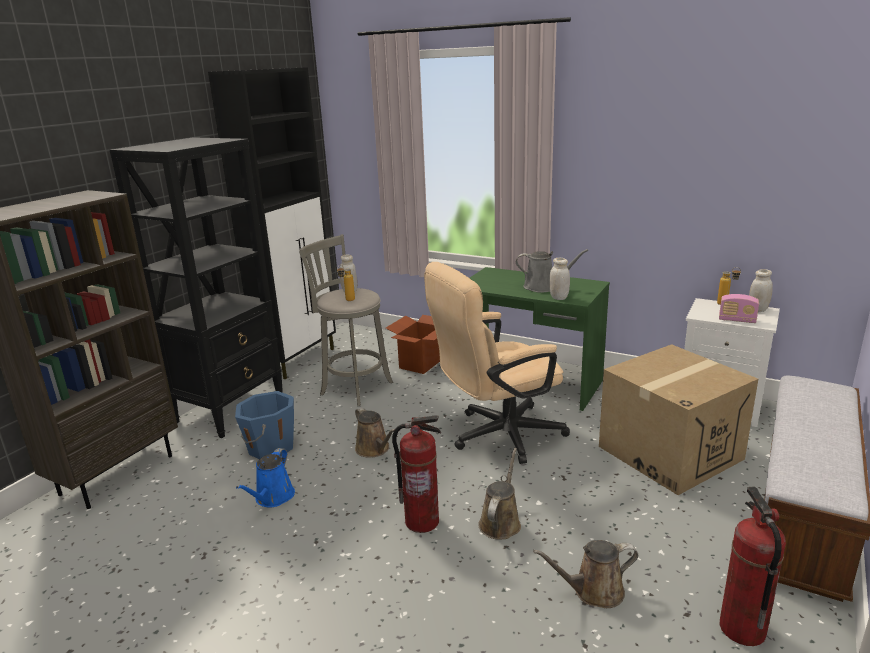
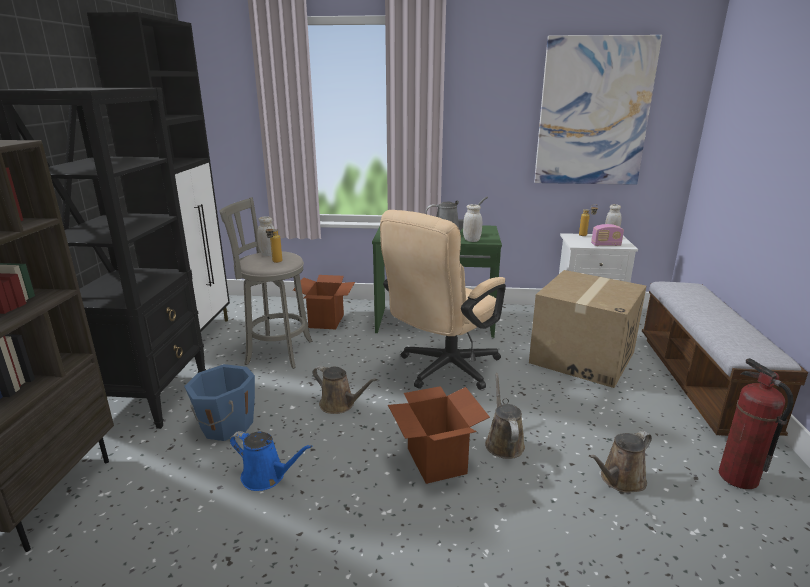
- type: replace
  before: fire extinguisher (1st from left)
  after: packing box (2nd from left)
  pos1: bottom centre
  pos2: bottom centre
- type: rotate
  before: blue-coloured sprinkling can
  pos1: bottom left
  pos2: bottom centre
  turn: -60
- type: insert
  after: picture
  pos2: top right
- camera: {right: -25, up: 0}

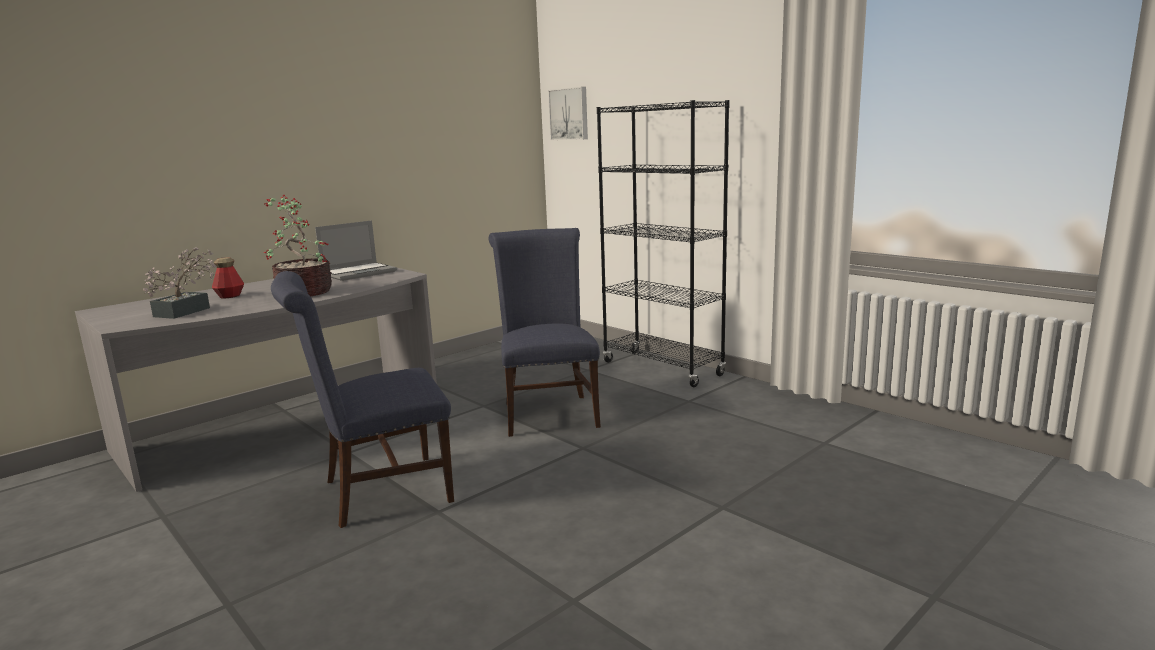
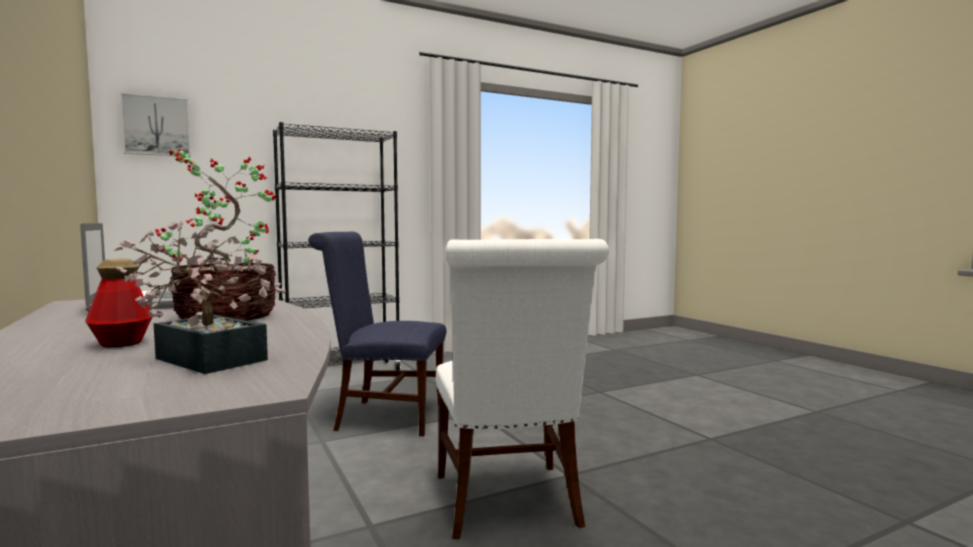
- type: recolor
  before: blue-coloured upright chair (1st from left)
  after: whitish upright chair
  pos1: middle left
  pos2: bottom centre
- camera: {right: -75, up: -10}

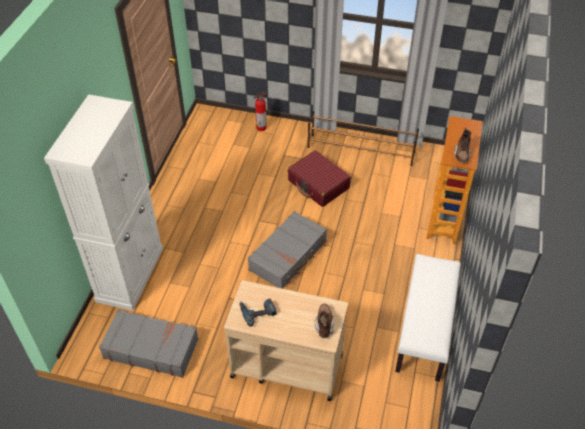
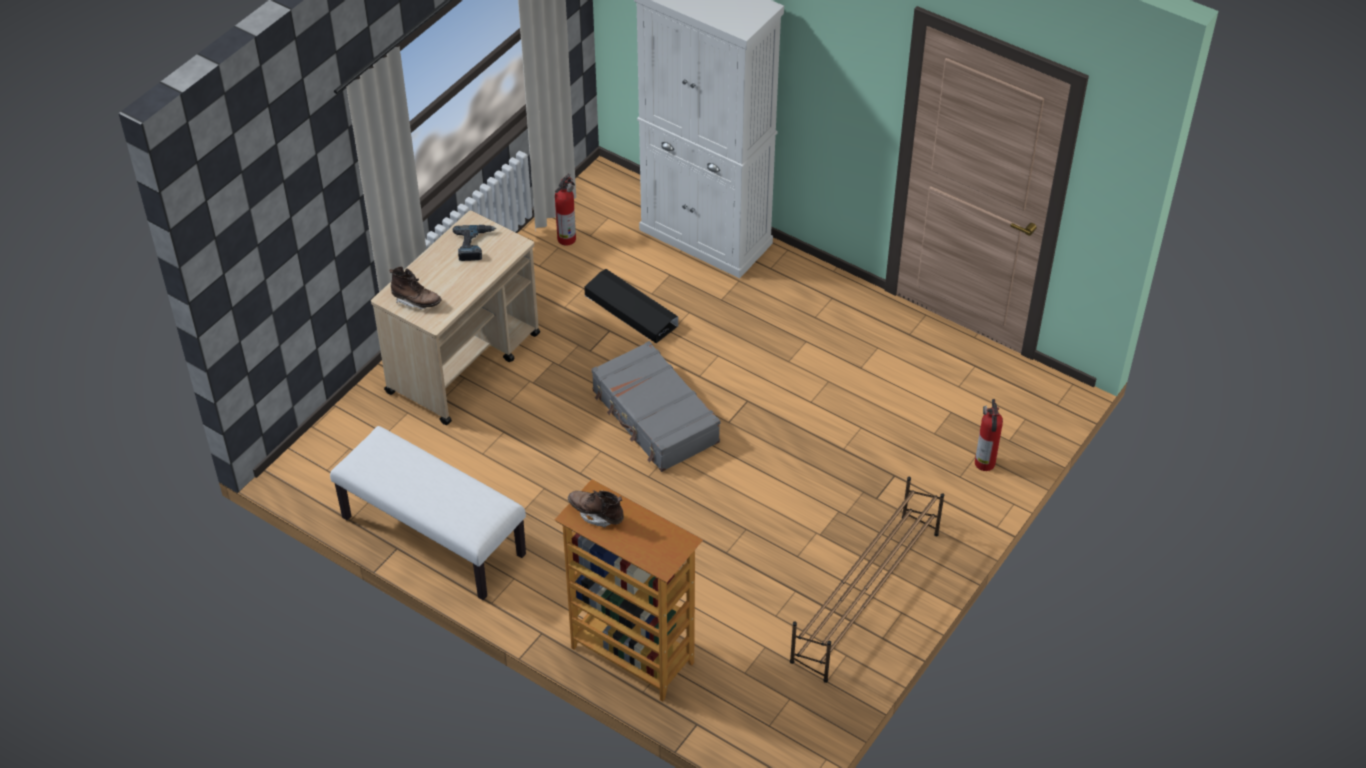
- type: delete
  before: red travel case
  pos1: centre
- type: replace
  before: grey travel case (1st from left)
  after: fire extinguisher (1st from left)
  pos1: bottom left
  pos2: top centre
- type: insert
  after: blackish storage container
  pos2: centre
- camera: {right: 110, up: 0}

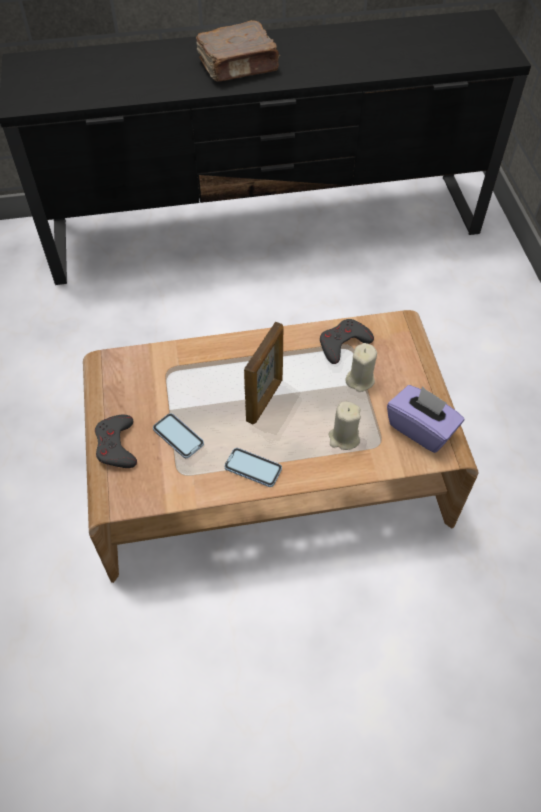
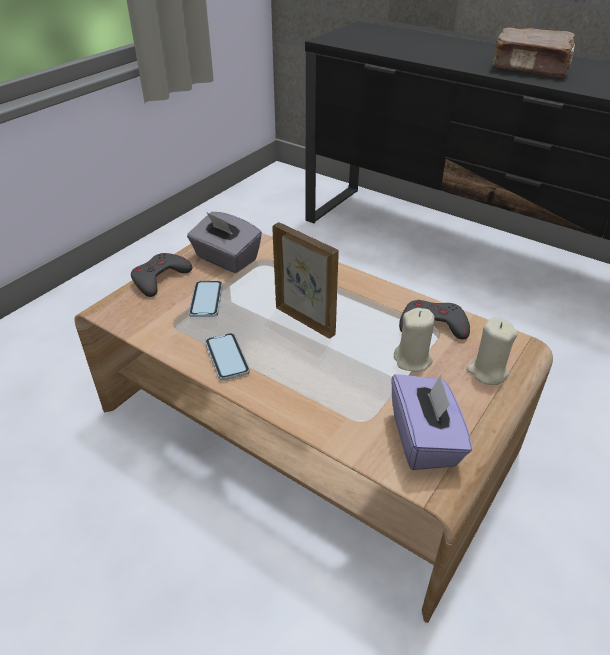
- type: rotate
  before: standing frame
  pos1: centre
  pos2: centre
  turn: -120
- type: move
  before: beige candle (1st from left in the first image)
  after: beige candle (2nd from left)
  pos1: centre
  pos2: middle right
- type: insert
  after: grey tissue box
  pos2: centre
- camera: {right: 45, up: -15}

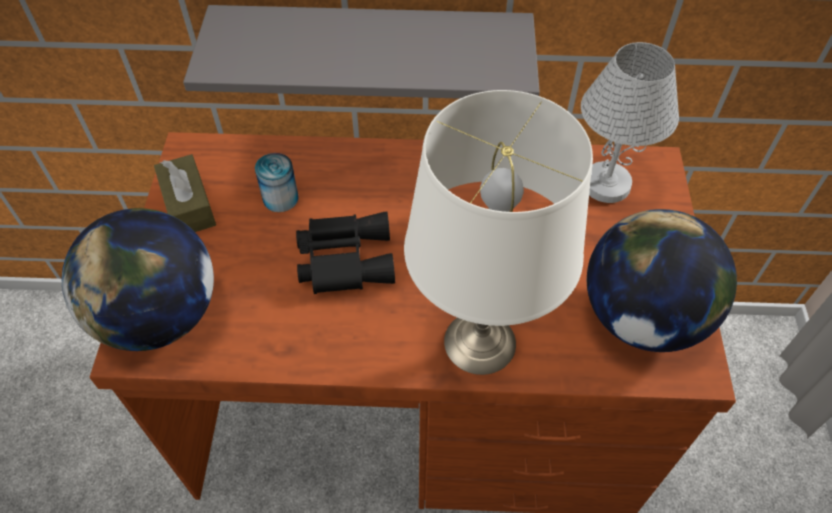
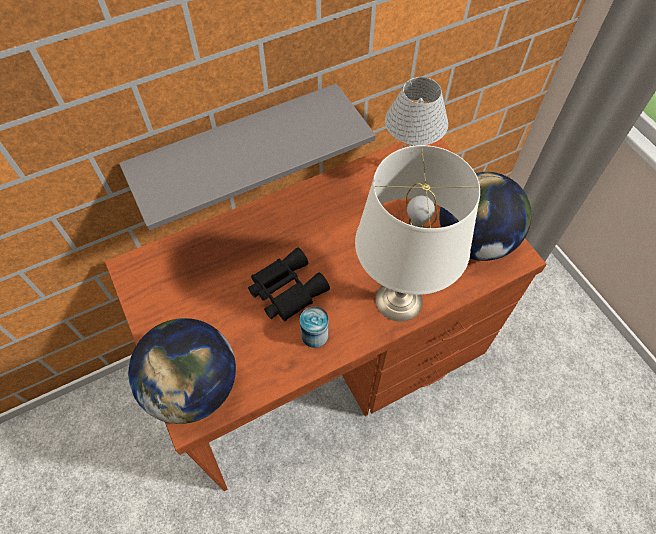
- type: move
  before: can
  pos1: middle left
  pos2: centre
- type: delete
  before: brownish tissue box
  pos1: middle left
- camera: {right: -30, up: 5}

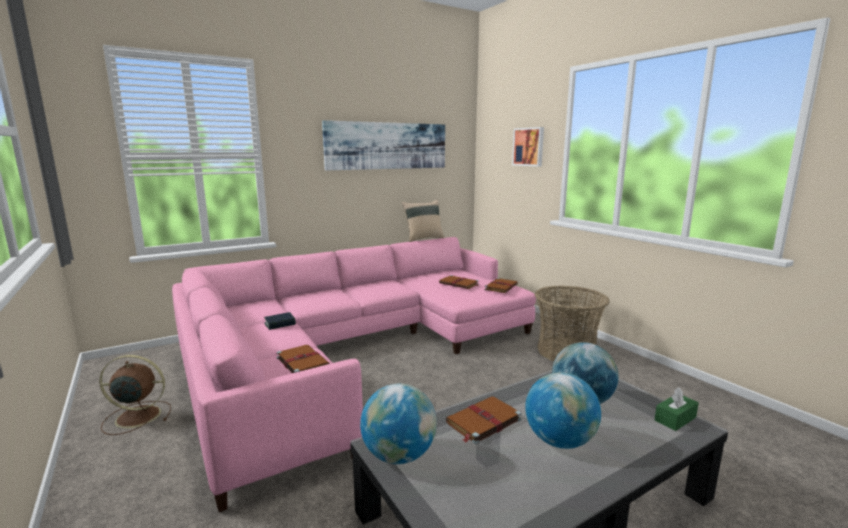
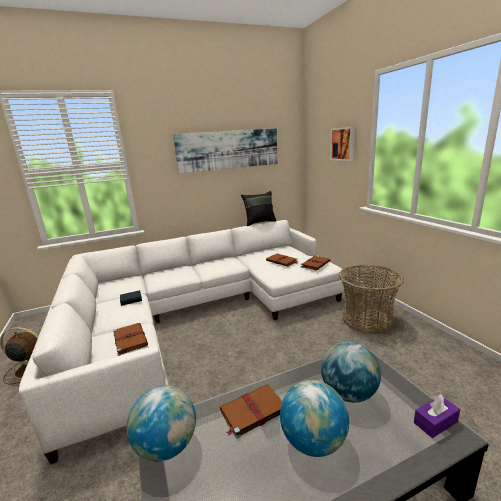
- type: recolor
  before: beige cushion
  after: blackish cushion
  pos1: centre
  pos2: centre
- type: recolor
  before: pink-coloured settee
  after: whitish settee
  pos1: bottom centre
  pos2: bottom centre
- type: recolor
  before: green-coloured tissue box
  after: purple tissue box
  pos1: bottom right
  pos2: bottom right
- camera: {right: 10, up: 5}

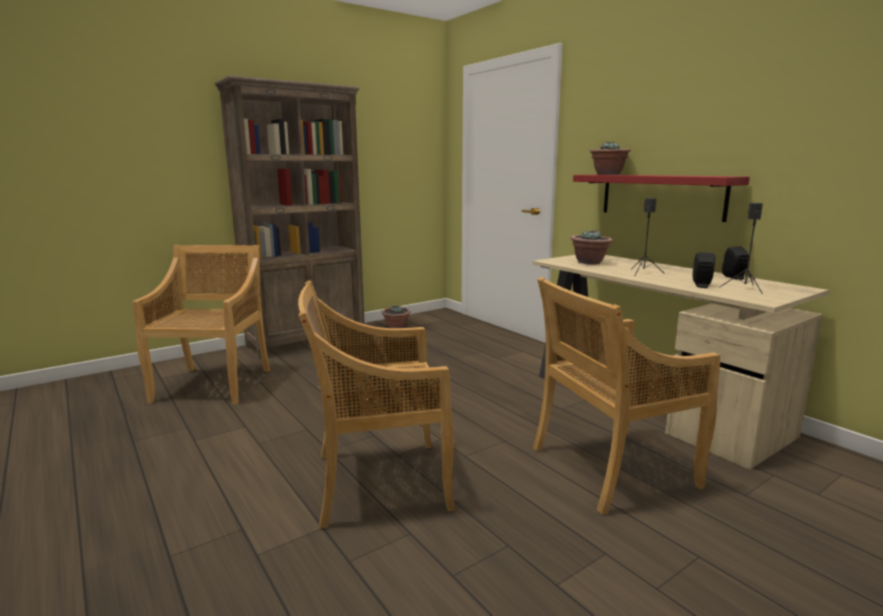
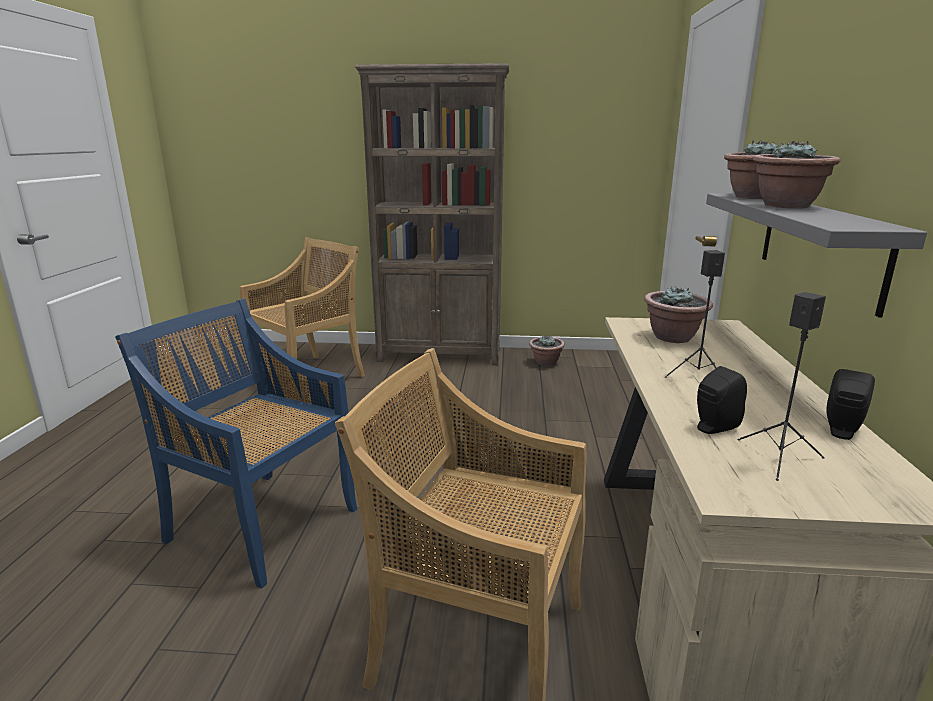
- type: recolor
  before: red bracket shelf
  after: grey bracket shelf
  pos1: top right
  pos2: middle right
- type: recolor
  before: beige upright chair (2nd from left)
  after: blue-coloured upright chair
  pos1: centre
  pos2: middle left
- type: insert
  after: plant in a pot (4th from left)
  pos2: top right
- camera: {right: 40, up: 5}

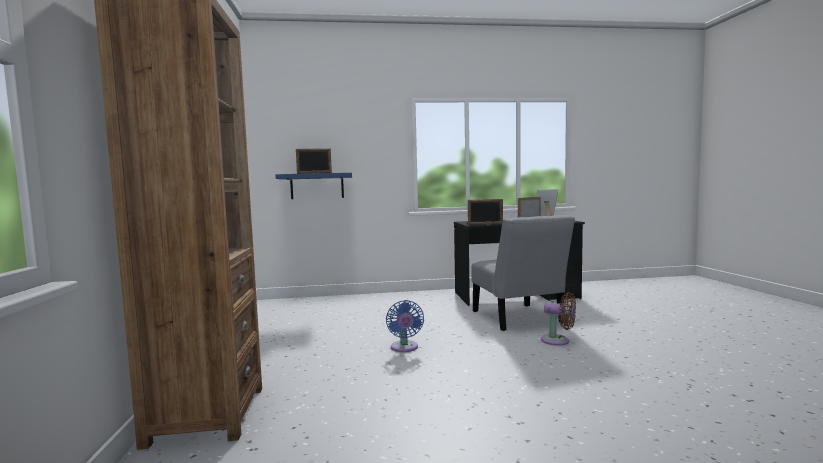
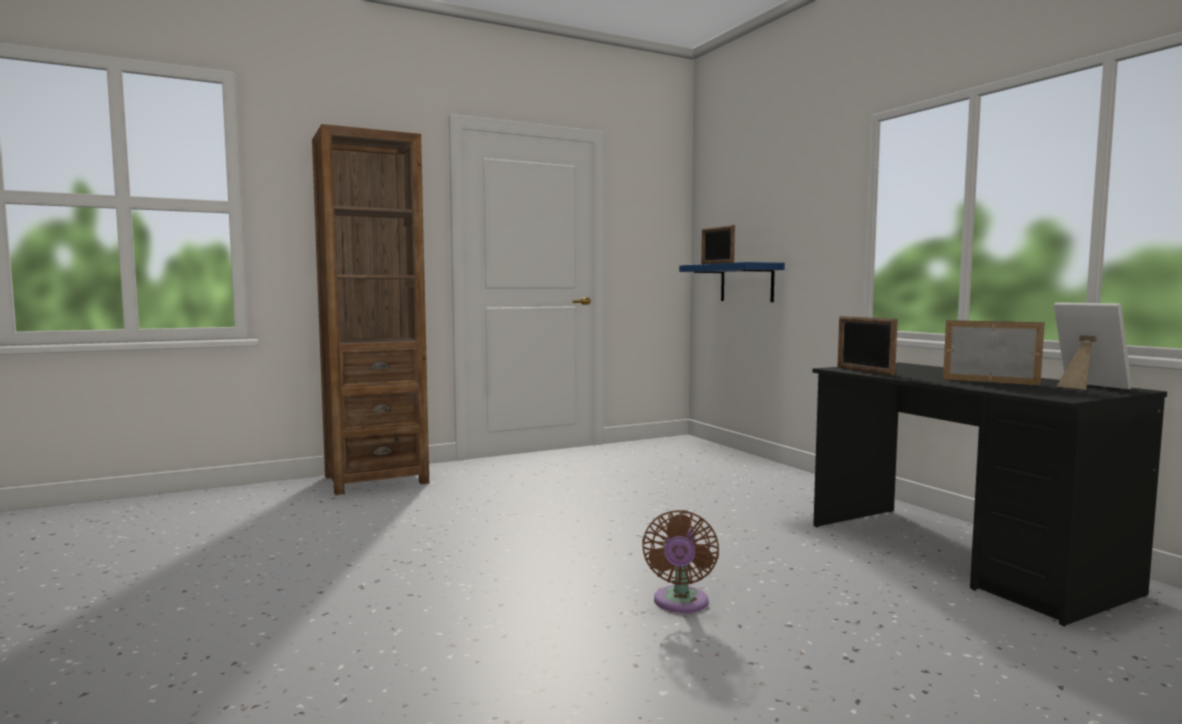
- type: delete
  before: grey upright chair
  pos1: centre
- type: delete
  before: blue-coloured fan
  pos1: bottom centre
- camera: {right: 70, up: 0}

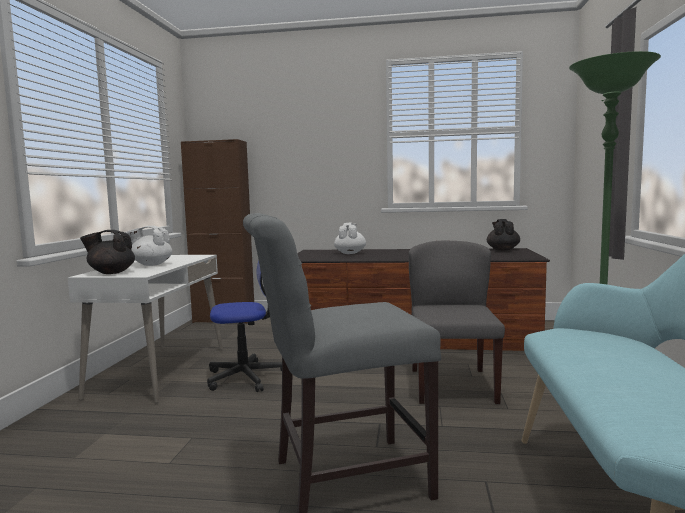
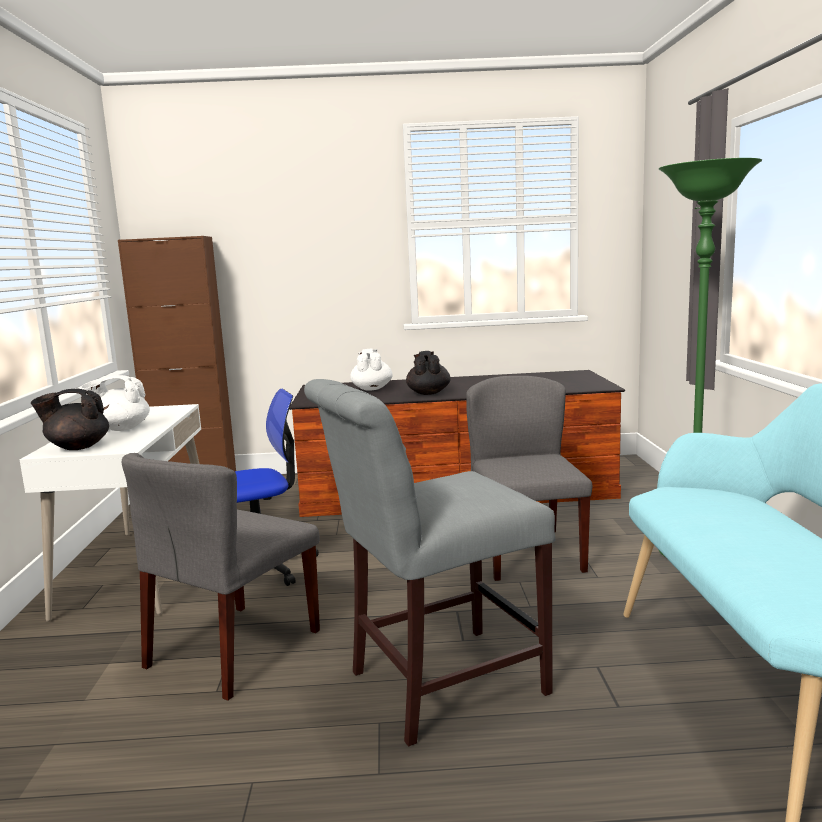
- type: move
  before: blackish pot for tea (2nd from left)
  pos1: middle right
  pos2: centre
- type: insert
  after: grey upright chair (1st from left)
  pos2: bottom left
- camera: {right: -10, up: 5}

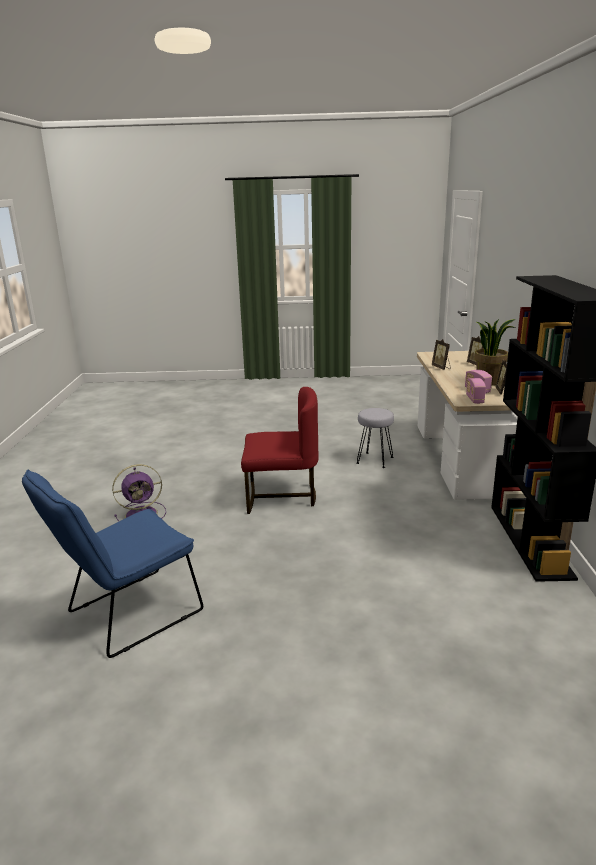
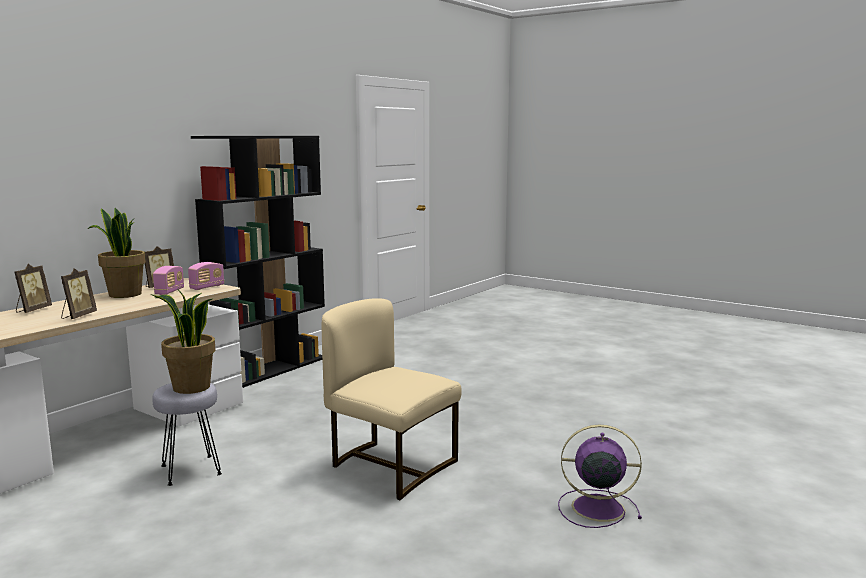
- type: recolor
  before: red upright chair
  after: beige upright chair
  pos1: centre
  pos2: bottom centre
- type: delete
  before: blue-coloured upright chair
  pos1: middle left
- type: insert
  after: plant in a pot (2nd from left)
  pos2: middle left
- camera: {right: -145, up: -10}

